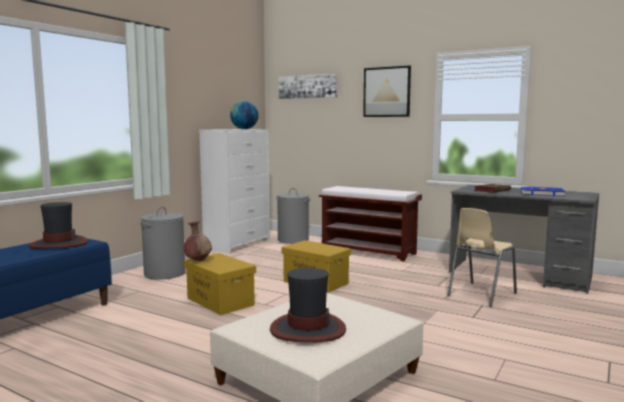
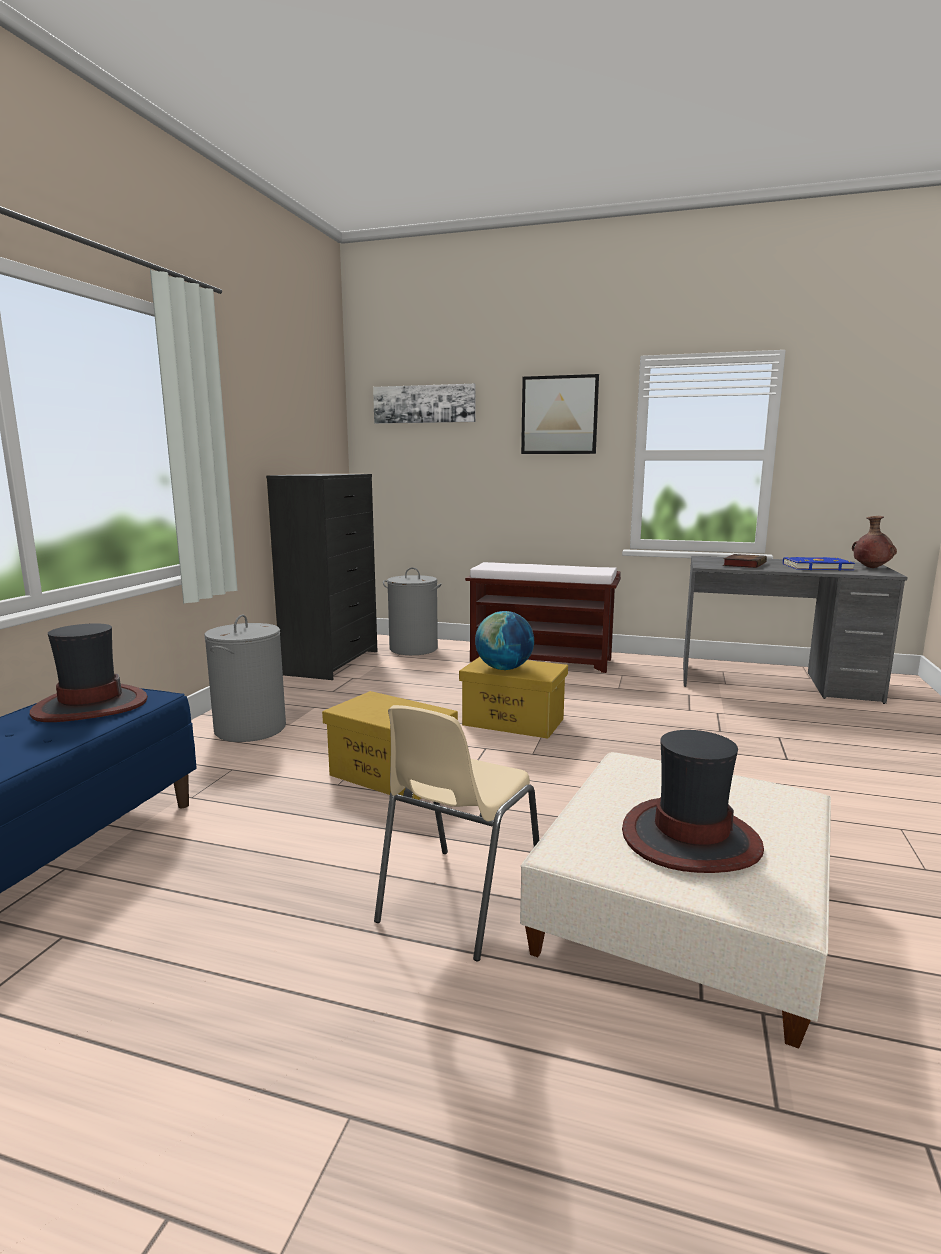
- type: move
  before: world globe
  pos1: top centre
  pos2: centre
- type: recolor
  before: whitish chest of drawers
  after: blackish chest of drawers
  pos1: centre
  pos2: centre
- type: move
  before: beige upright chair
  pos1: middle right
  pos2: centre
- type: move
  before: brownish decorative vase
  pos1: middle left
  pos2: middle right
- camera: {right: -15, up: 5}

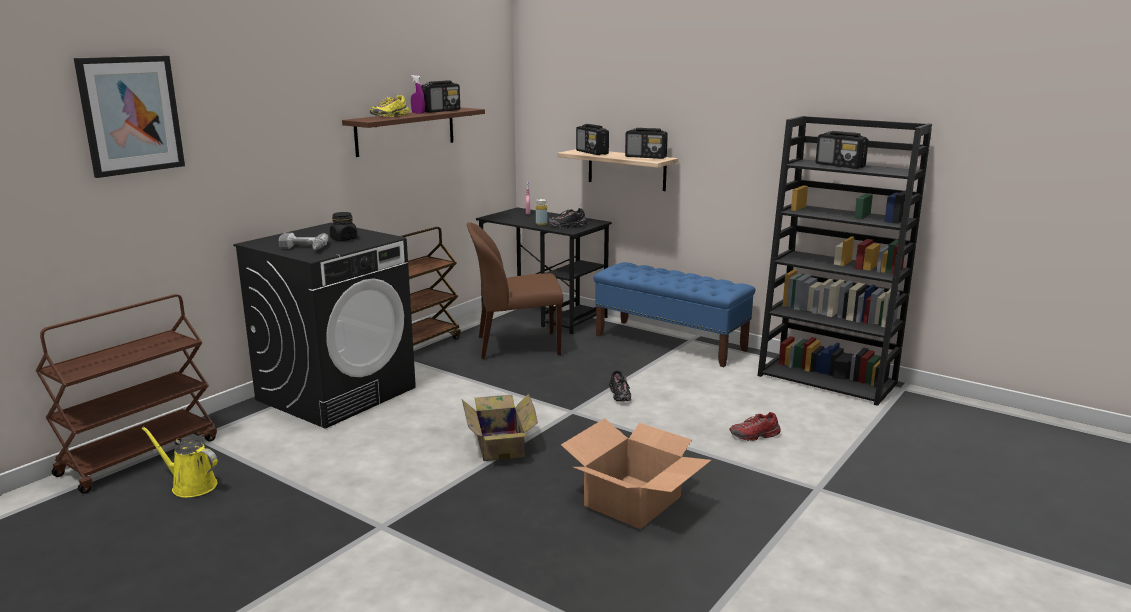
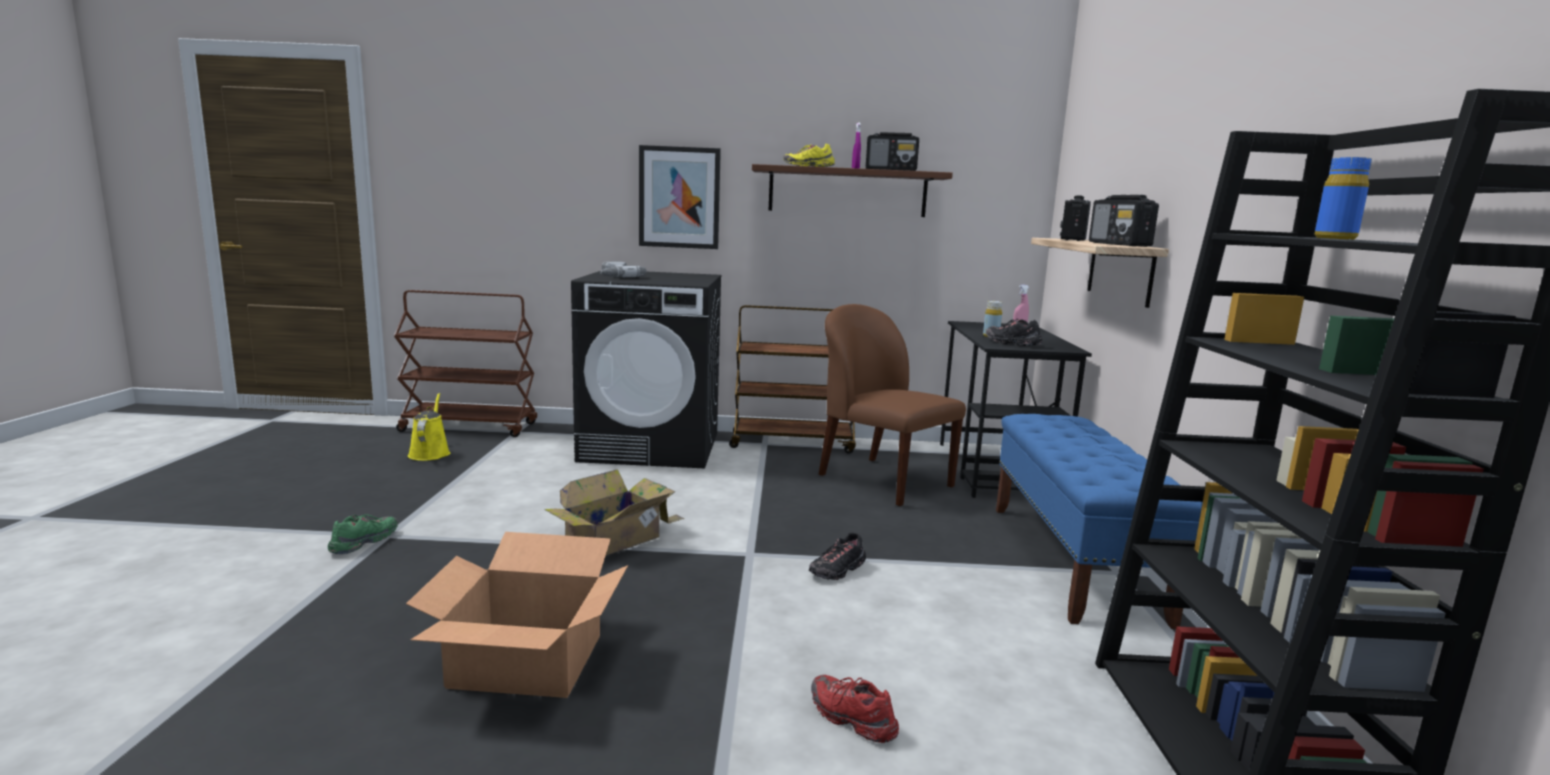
- type: move
  before: picture
  pos1: top left
  pos2: top centre
- type: replace
  before: radio receiver (4th from left)
  after: blue-coloured beverage bottle
  pos1: top right
  pos2: top right
- type: delete
  before: blackish preserve jar
  pos1: middle left
- type: insert
  after: green-coloured item of footwear
  pos2: bottom left
- camera: {right: 55, up: -5}

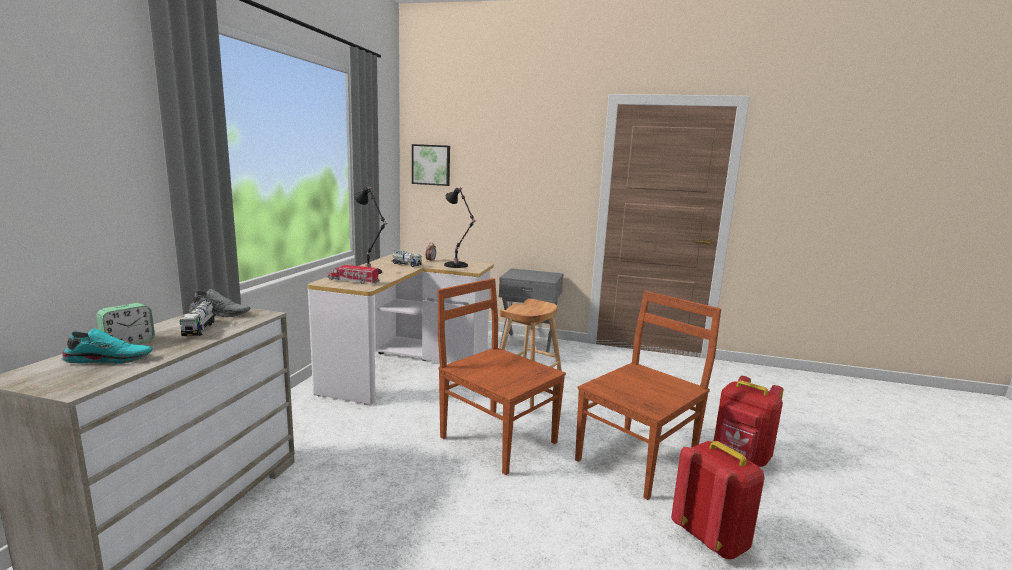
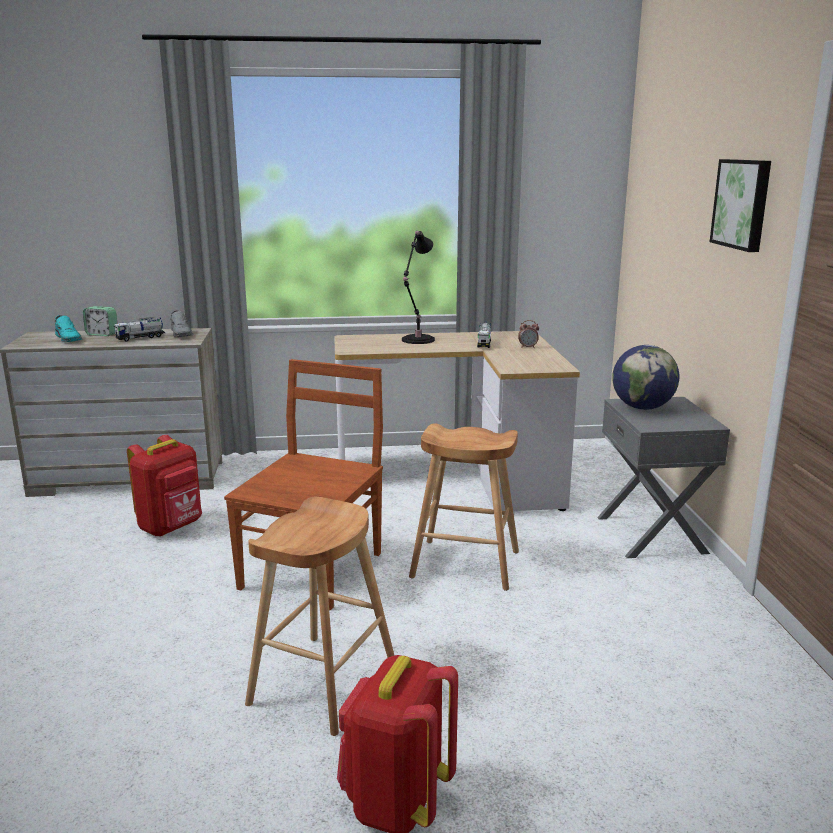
- type: move
  before: picture
  pos1: top centre
  pos2: top right
- type: delete
  before: blackish tabletop lamp (2nd from left)
  pos1: centre
- type: delete
  before: model truck (2nd from left)
  pos1: centre
- type: replace
  before: brownish upright chair (2nd from left)
  after: brownish stool (1st from left)
  pos1: bottom centre
  pos2: bottom centre
- type: move
  before: red rucksack (1st from left)
  pos1: bottom right
  pos2: middle left
- type: insert
  after: world globe
  pos2: middle right
- camera: {right: 70, up: 5}

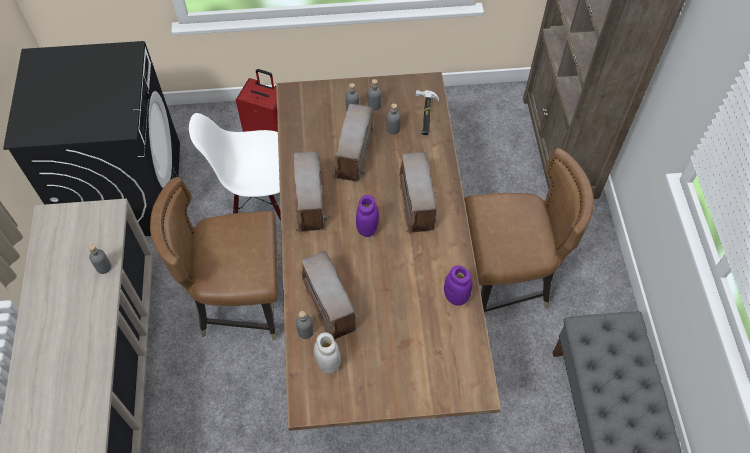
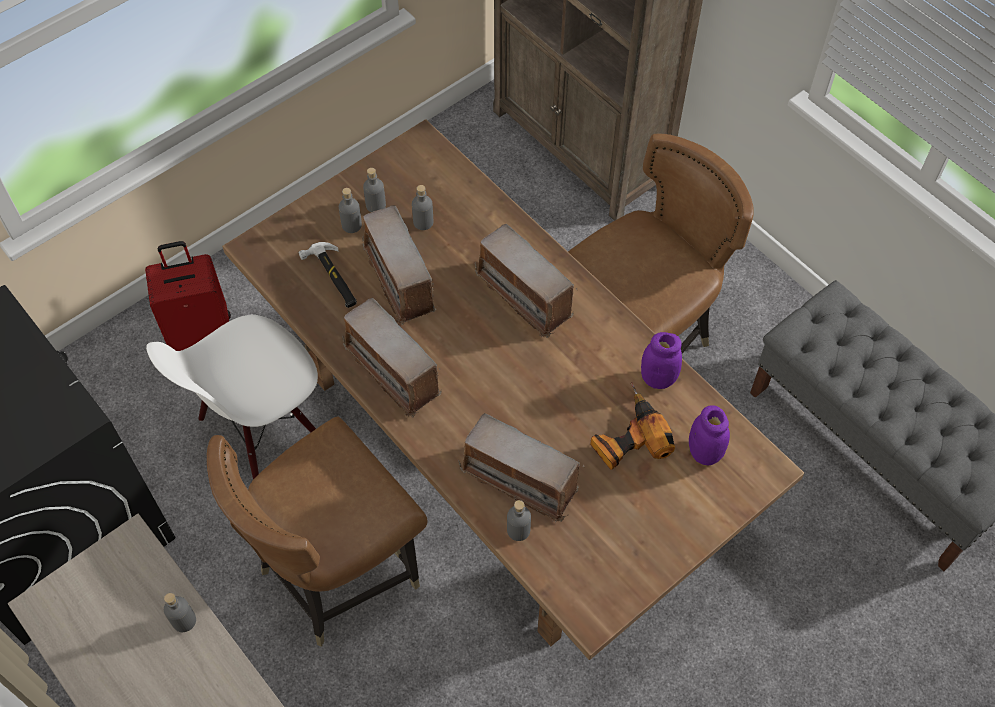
- type: move
  before: tool hammer
  pos1: top centre
  pos2: middle left
- type: move
  before: purple preserve jar (1st from left in the first image)
  after: purple preserve jar (2nd from left)
  pos1: centre
  pos2: middle right
- type: delete
  before: whitish preserve jar
  pos1: bottom centre
- type: insert
  after: power drill
  pos2: centre
- camera: {right: -35, up: 0}

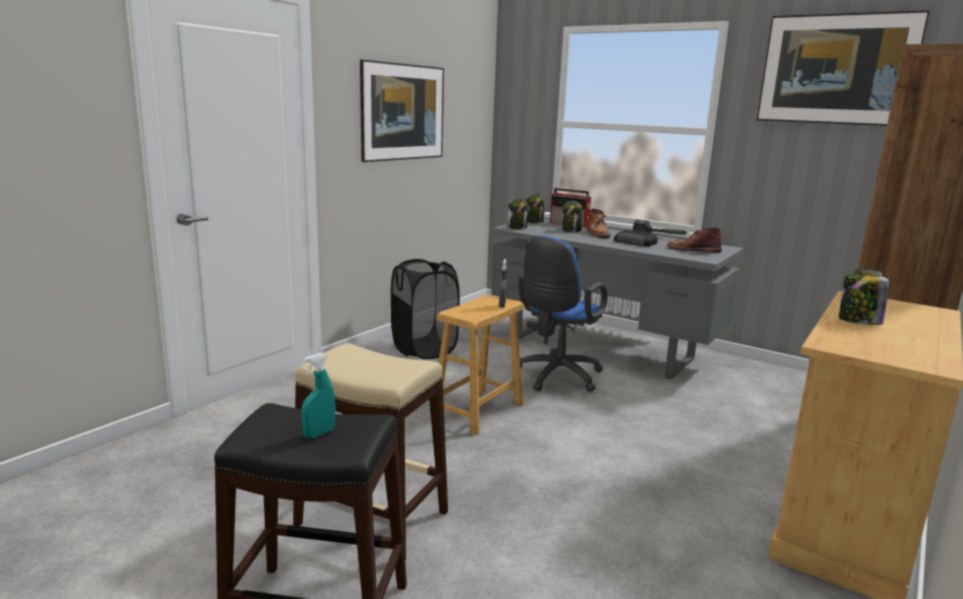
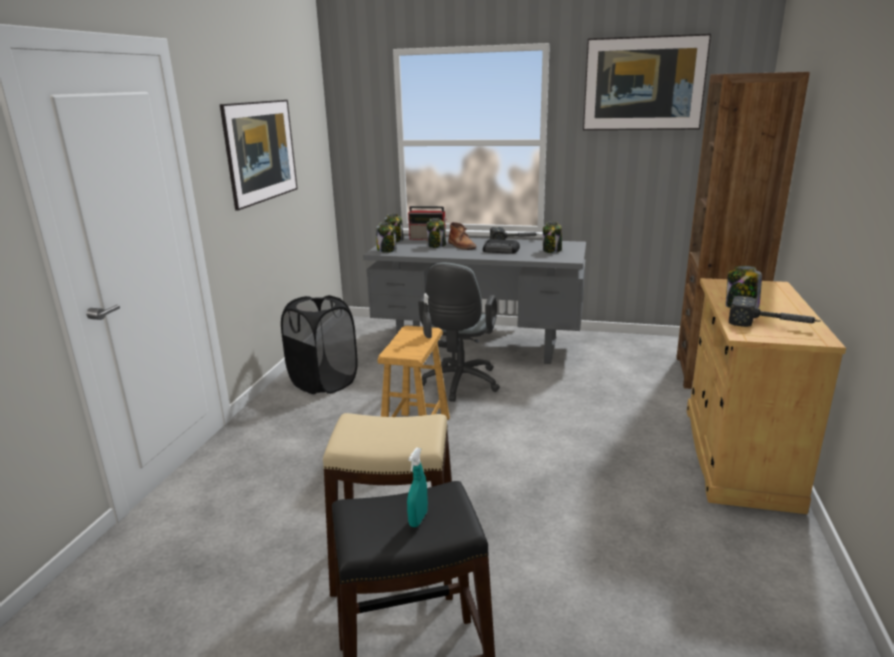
- type: replace
  before: brownish high-top boot (2nd from left)
  after: preserve jar (4th from left)
  pos1: middle right
  pos2: centre
- type: recolor
  before: blue-coloured computer chair
  after: grey computer chair
  pos1: centre
  pos2: centre
- type: insert
  after: tool hammer (2nd from left)
  pos2: middle right
- camera: {right: -20, up: 5}

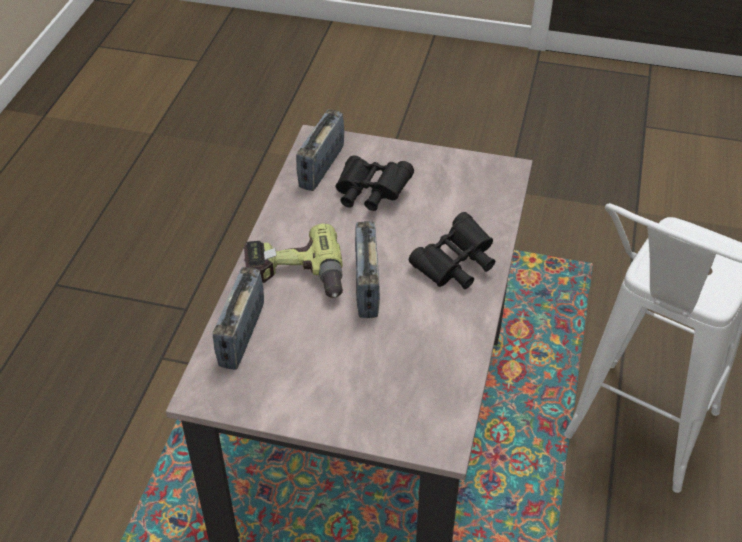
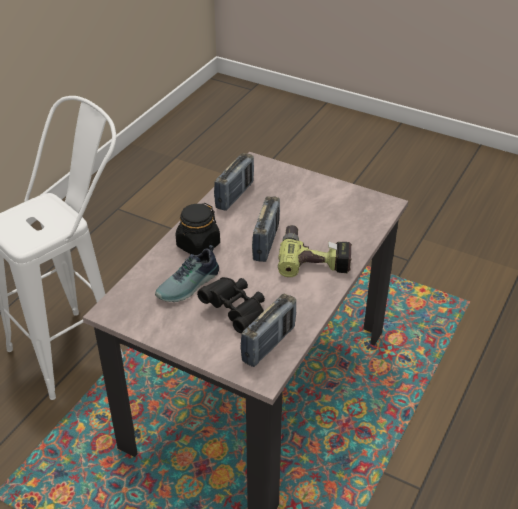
- type: replace
  before: blackish field glasses (2nd from left)
  after: blackish preserve jar
  pos1: centre
  pos2: centre
- type: move
  before: radio receiver (1st from left)
  pos1: middle left
  pos2: centre
- type: insert
  after: item of footwear
  pos2: centre
- camera: {right: -165, up: -5}

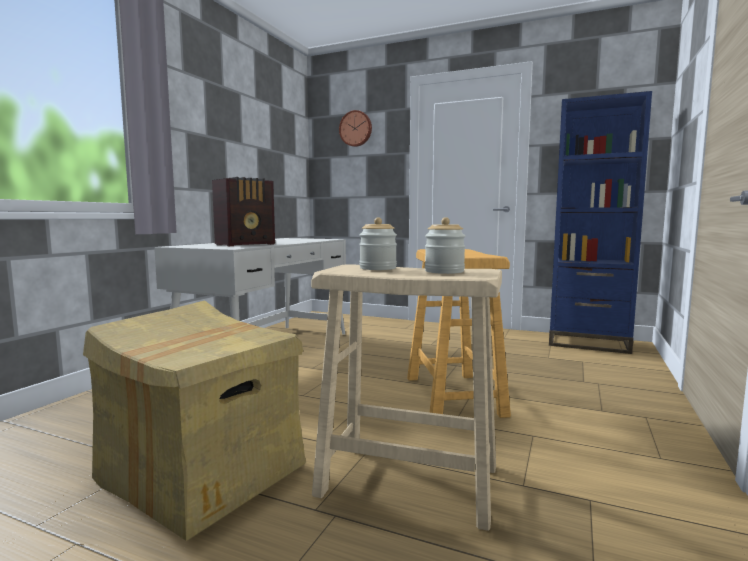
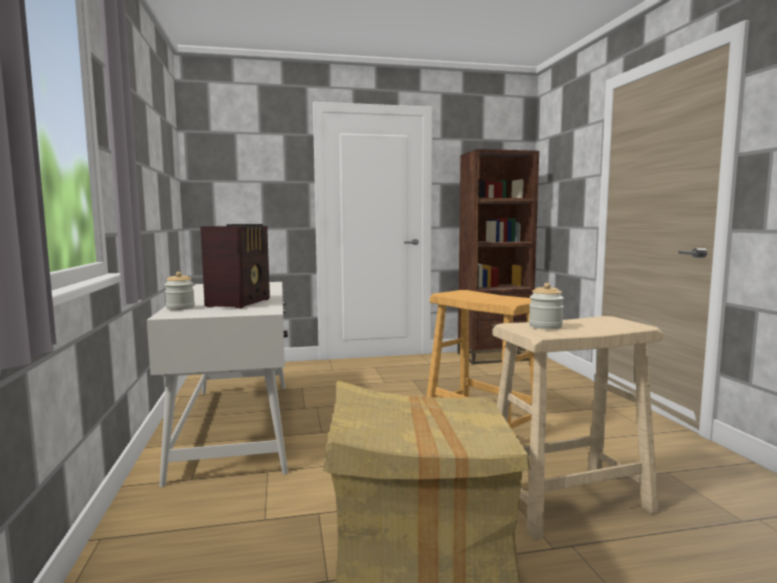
- type: recolor
  before: blue-coloured bookshelf
  after: brownish bookshelf
  pos1: middle right
  pos2: centre
- type: delete
  before: hanging clock
  pos1: top centre
- type: move
  before: preserve jar (2nd from left in the first image)
  after: preserve jar (1st from left)
  pos1: centre
  pos2: middle left
- camera: {right: -35, up: 0}

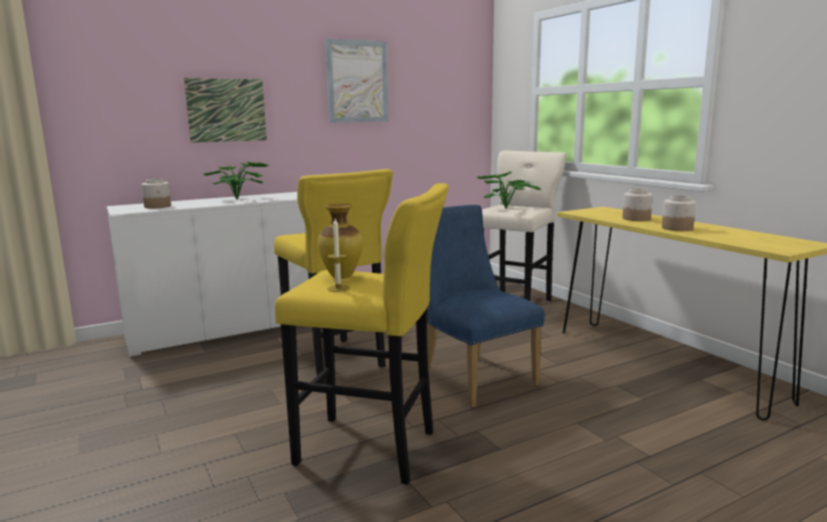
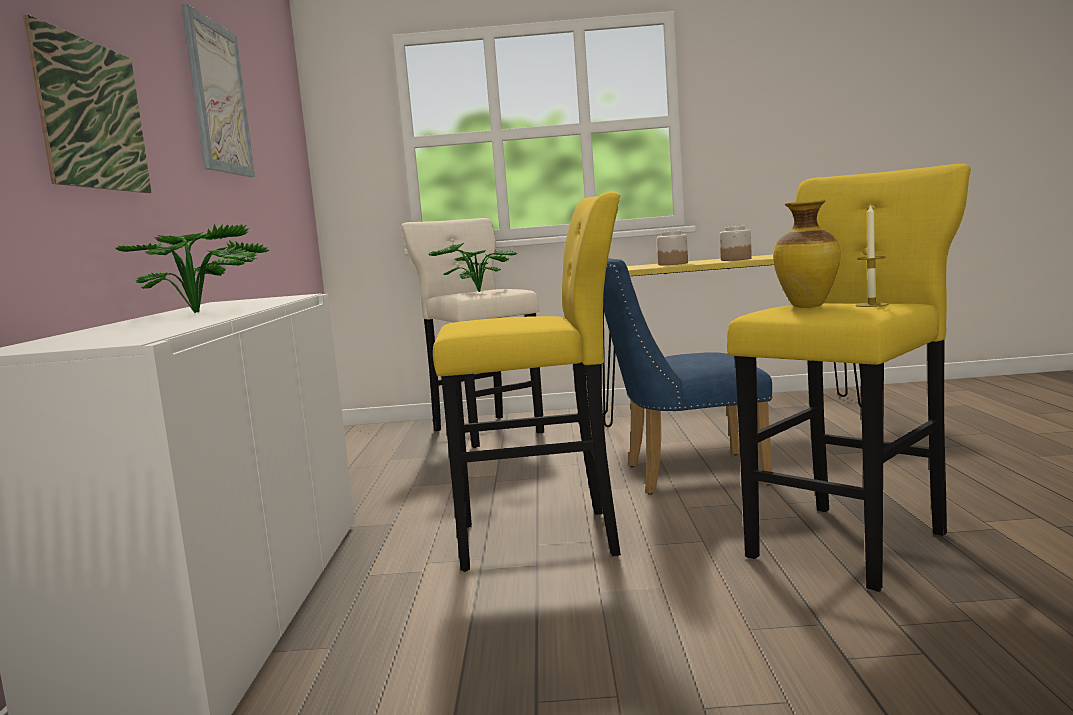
- type: delete
  before: preserve jar (1st from left)
  pos1: middle left
- camera: {right: -60, up: -5}

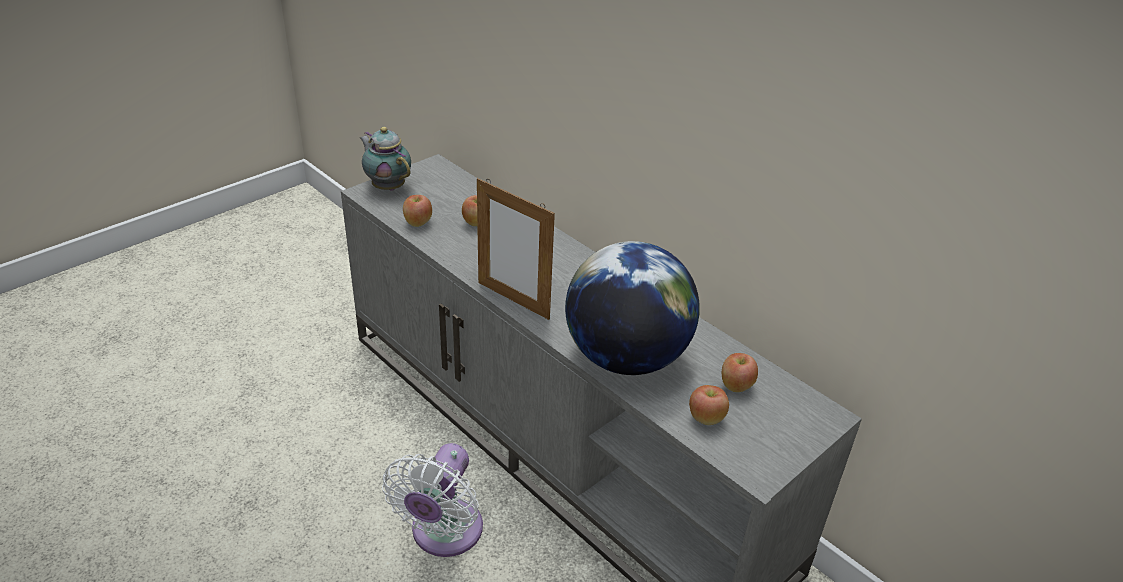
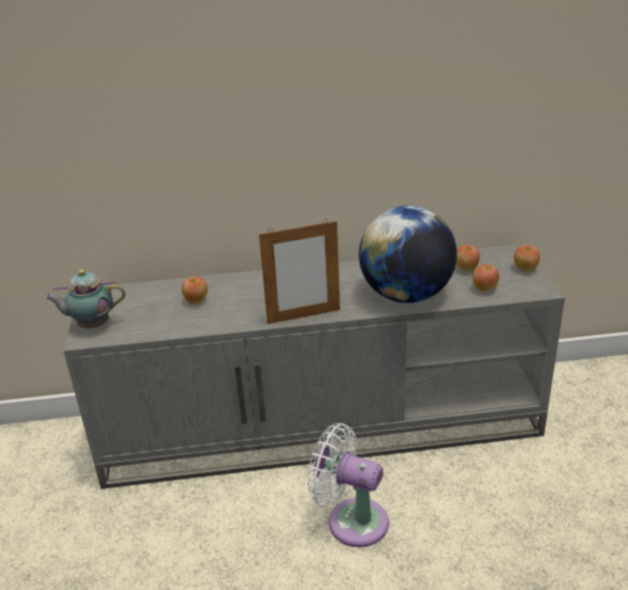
- type: move
  before: whole apple (1st from left in the first image)
  after: whole apple (4th from left)
  pos1: centre
  pos2: middle right
- type: rotate
  before: whitish fan
  pos1: bottom centre
  pos2: bottom centre
  turn: 150
- camera: {right: -50, up: -5}

